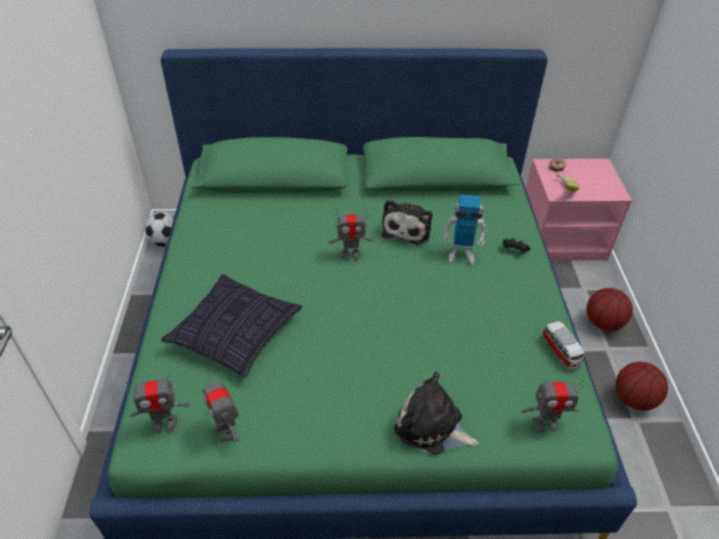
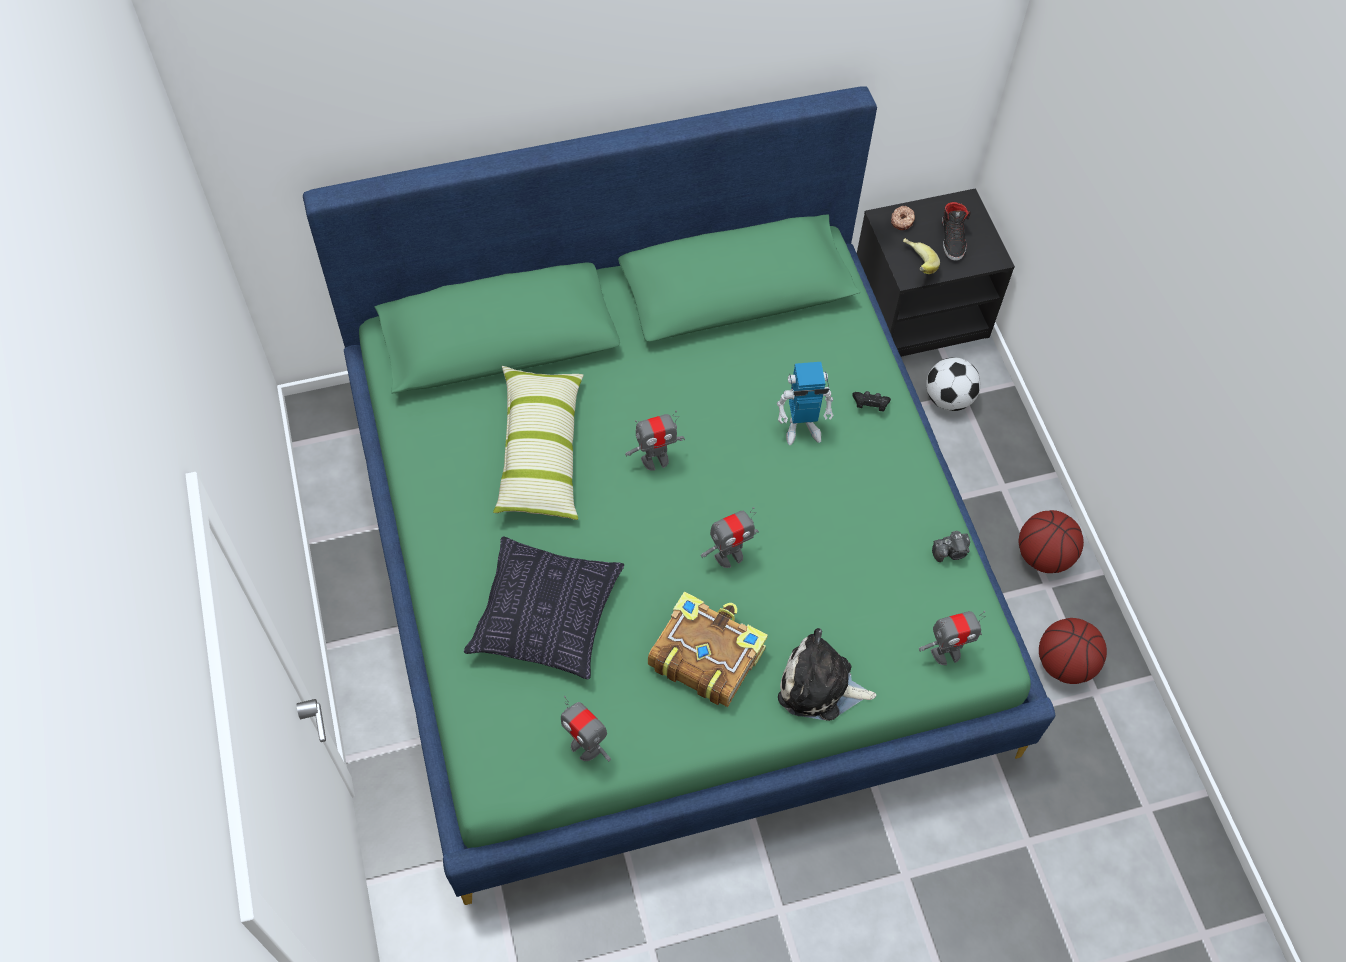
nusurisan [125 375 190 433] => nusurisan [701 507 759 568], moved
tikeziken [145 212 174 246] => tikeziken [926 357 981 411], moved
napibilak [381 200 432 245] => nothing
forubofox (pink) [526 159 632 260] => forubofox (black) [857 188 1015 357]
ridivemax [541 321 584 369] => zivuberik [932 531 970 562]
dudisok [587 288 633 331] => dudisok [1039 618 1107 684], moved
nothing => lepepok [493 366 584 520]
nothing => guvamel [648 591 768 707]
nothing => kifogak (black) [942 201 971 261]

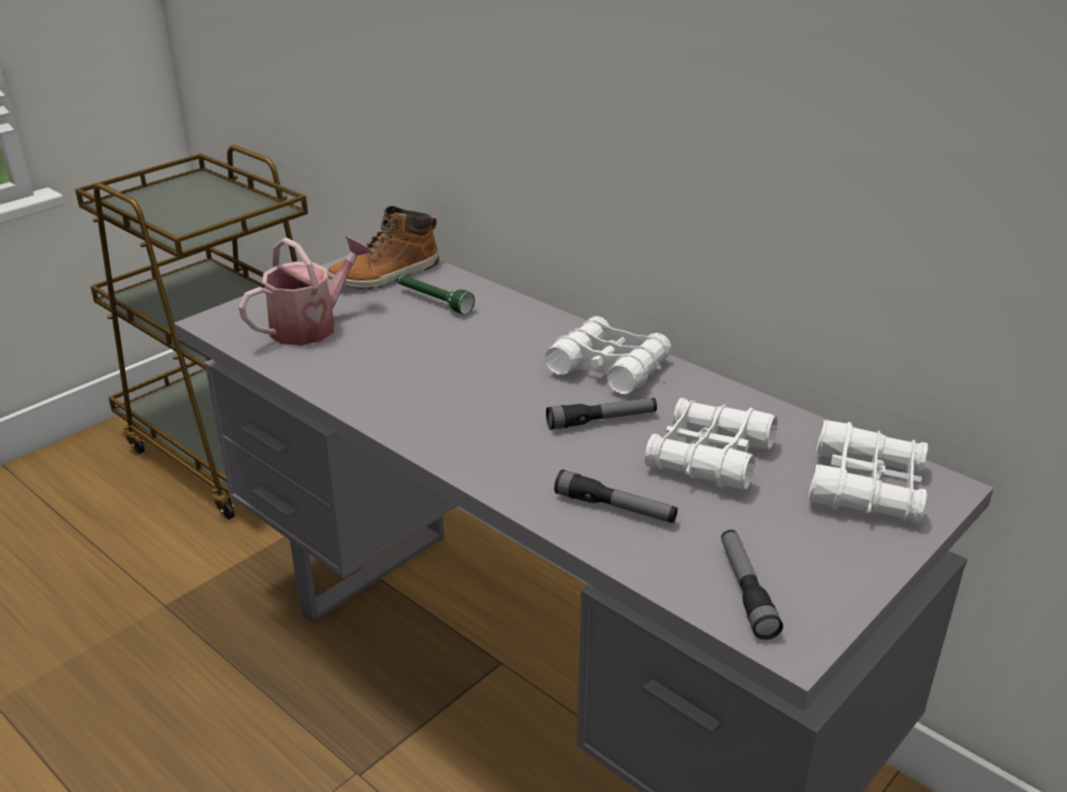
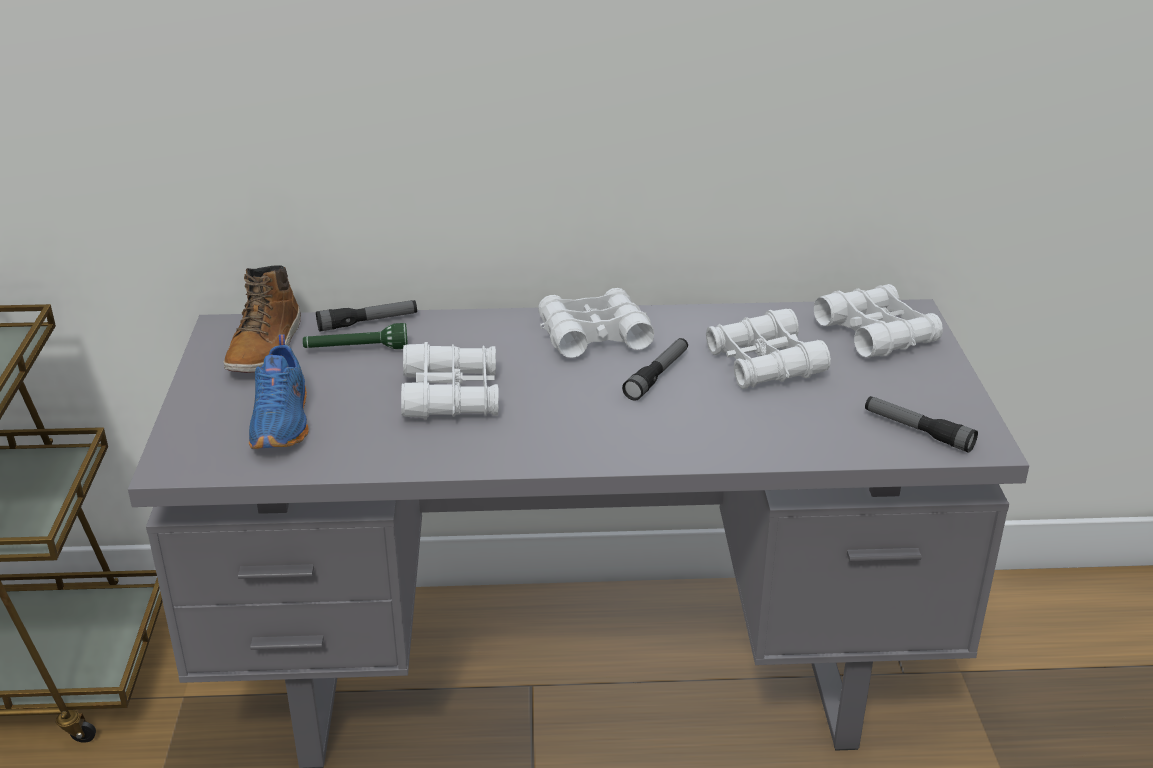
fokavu [239 236 372 345] => kifogak (blue) [249 334 309 449]
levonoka [554 470 678 523] => levonoka [316 300 417 332], moved
nothing => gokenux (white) [401 342 499 419]

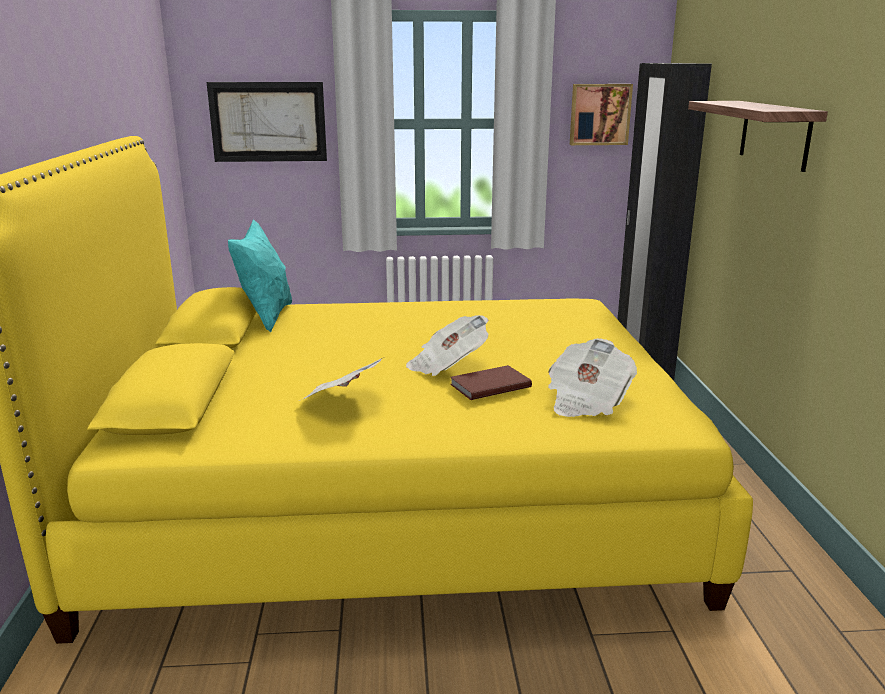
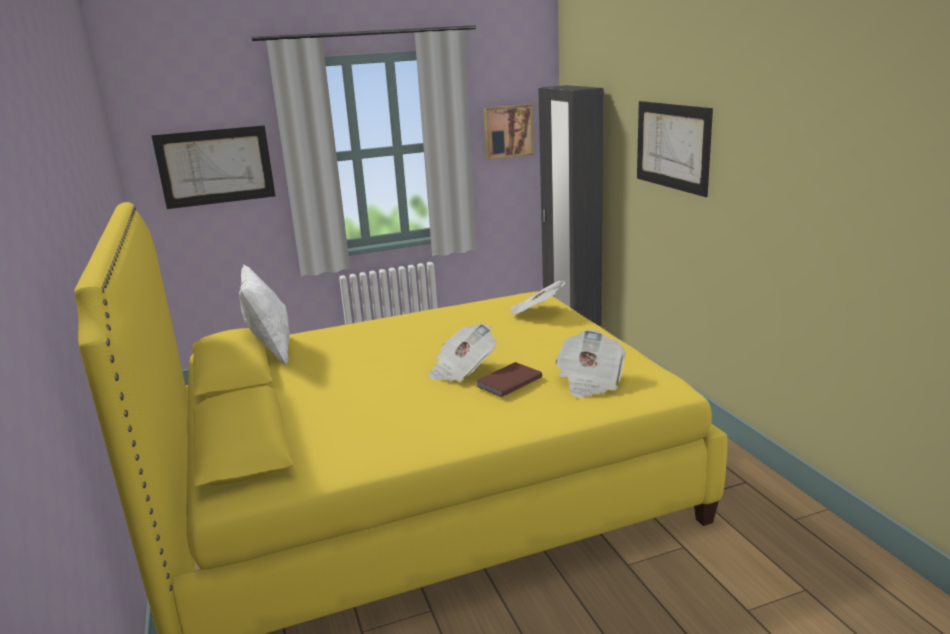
lepepok (turquoise) [228 219 292 332] => lepepok (white) [239 264 290 365]
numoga [299 357 385 401] => numoga [510 281 565 316], moved
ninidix [688 101 828 172] => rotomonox [637 101 713 197]

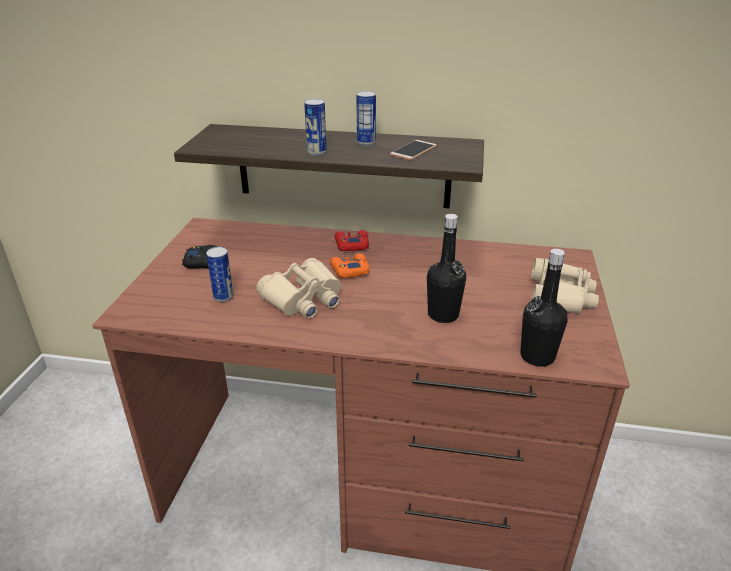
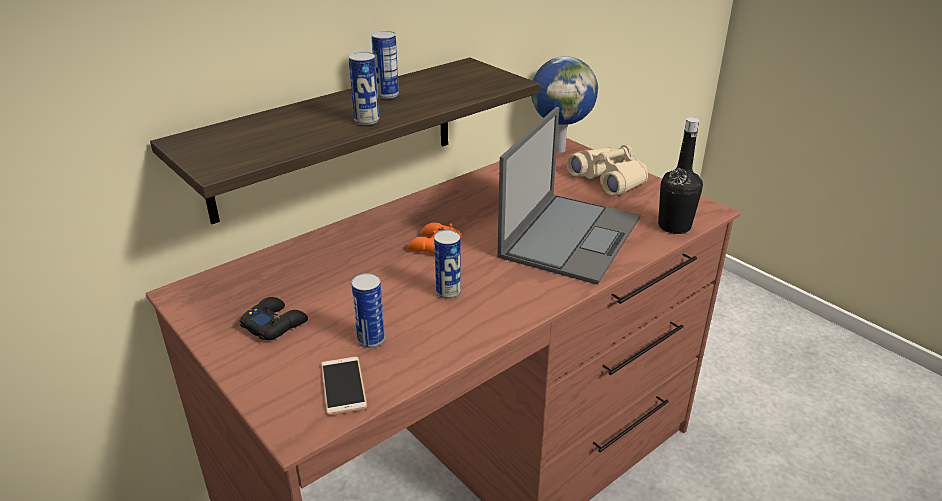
gokenux (beige) [256 258 341 318] => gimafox [434 230 461 299]
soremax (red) [335 230 369 251] => nothing
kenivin [390 140 437 160] => kenivin [321 356 367 416], moved
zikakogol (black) [427 214 466 323] => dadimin [497 107 640 285]
nothing => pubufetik [531 56 598 153]

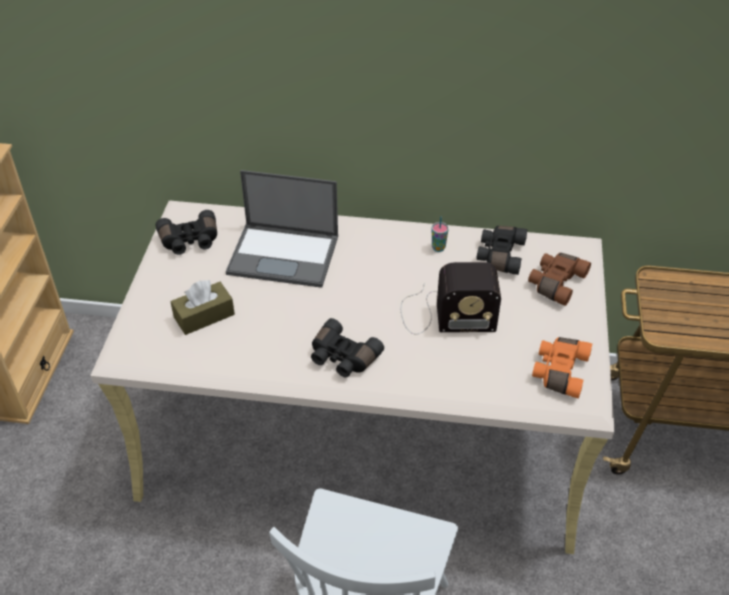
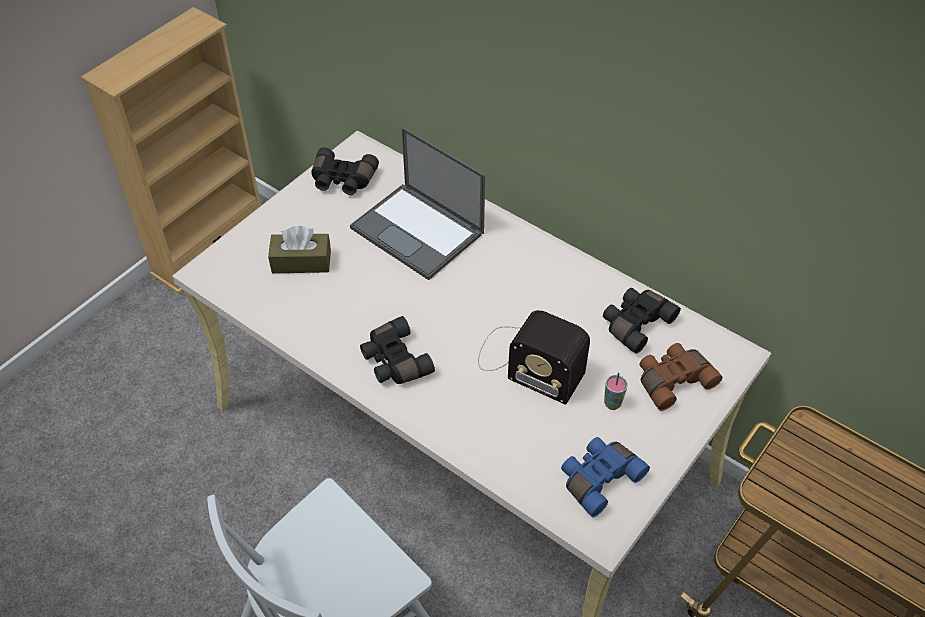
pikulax [432 217 449 252] => pikulax [604 373 628 410], moved
gokenux (orange) [532 337 592 398] => gokenux (blue) [561 437 650 517]

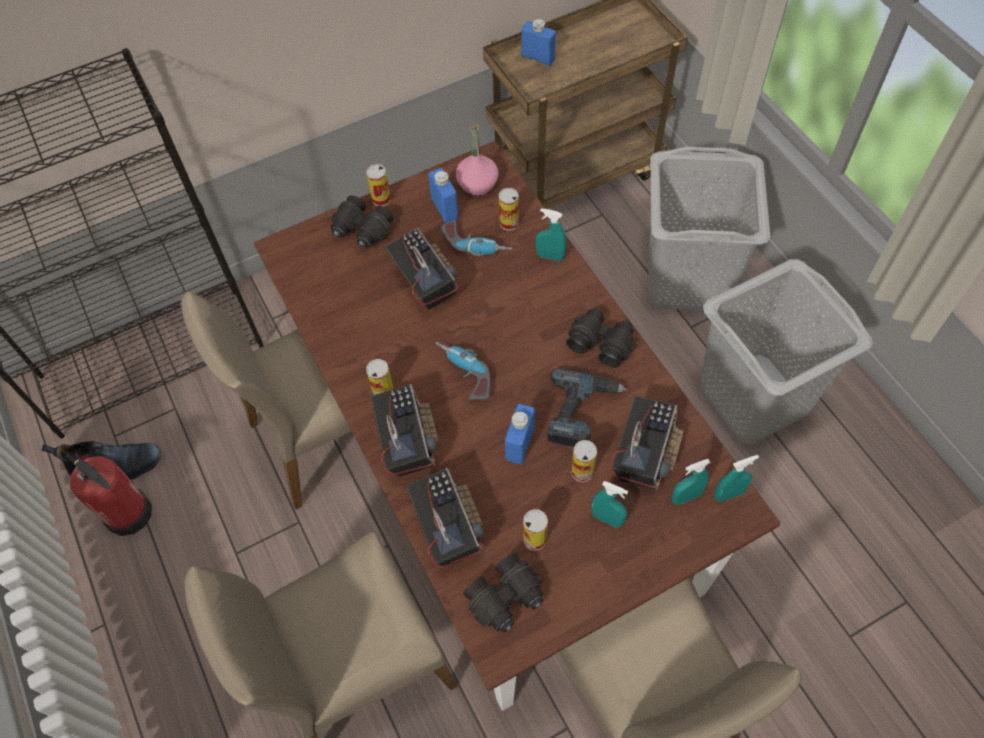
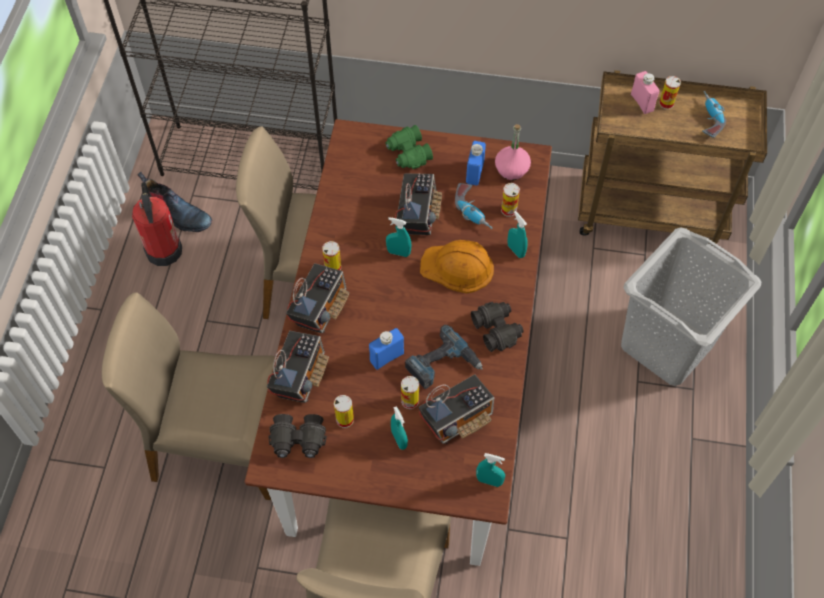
gokenux (black) [331 195 394 248] => gokenux (green) [385 125 433 169]
gimafox [366 164 391 206] => gimafox [659 76 681 109], moved
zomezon [436 342 490 400] => zomezon [702 91 726 138], moved
zikakogol (blue) [521 19 556 66] => zikakogol (pink) [631 71 660 114]
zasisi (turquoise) [672 459 710 505] => zasisi (turquoise) [386 217 411 257], moved
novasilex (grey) [700 259 873 445] => nothing
nothing => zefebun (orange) [420 240 494 293]

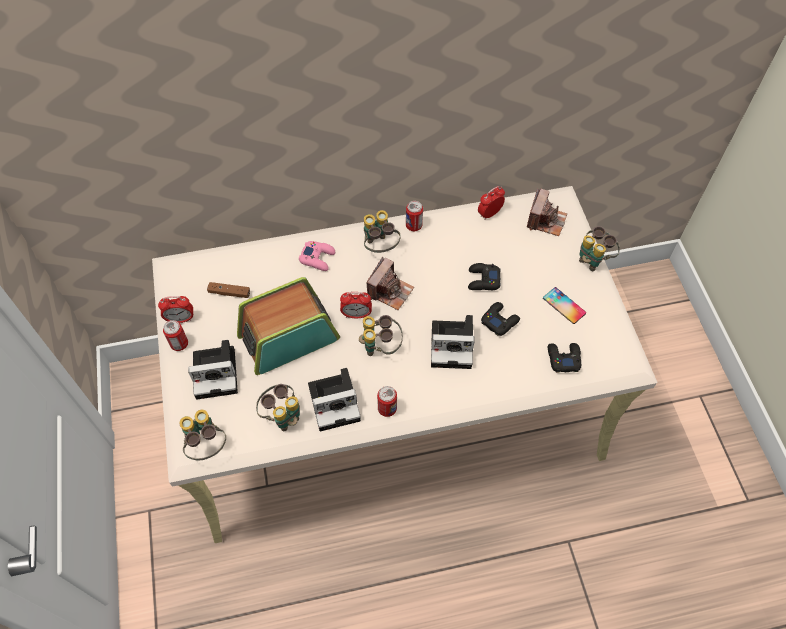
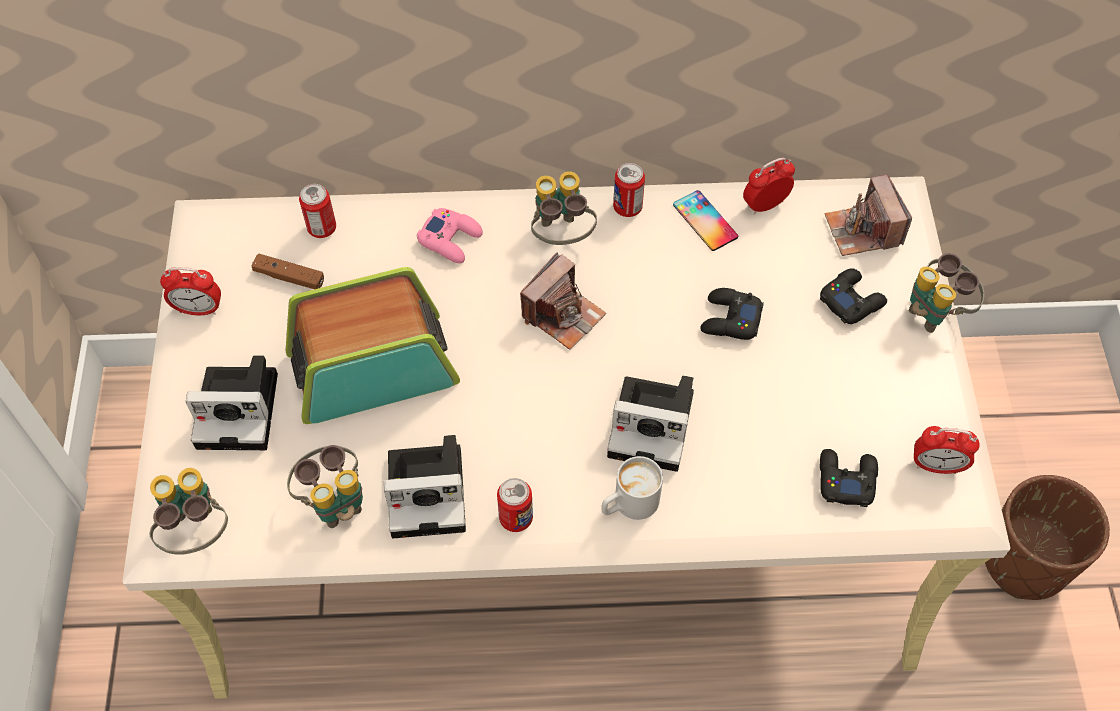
gimafox [163 320 188 351] => gimafox [299 184 336 238], moved
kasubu [340 292 372 318] => kasubu [914 426 980 474], moved
gokenux [359 315 403 356] => nothing
soremax (black) [481 302 520 336] => soremax (black) [820 268 887 324], moved
zivuberik [527 188 567 236] => zivuberik [825 174 912 256], 135 degrees clockwise
kenivin [543 287 586 324] => kenivin [673 190 738 251], moved
nothing => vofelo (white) [601 456 663 520]
nothing => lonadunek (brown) [985 475 1110 600]

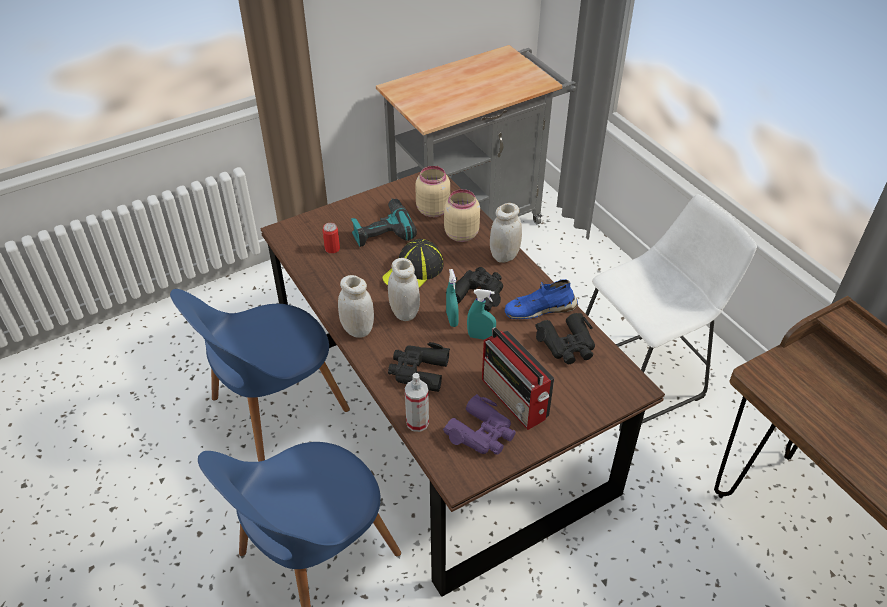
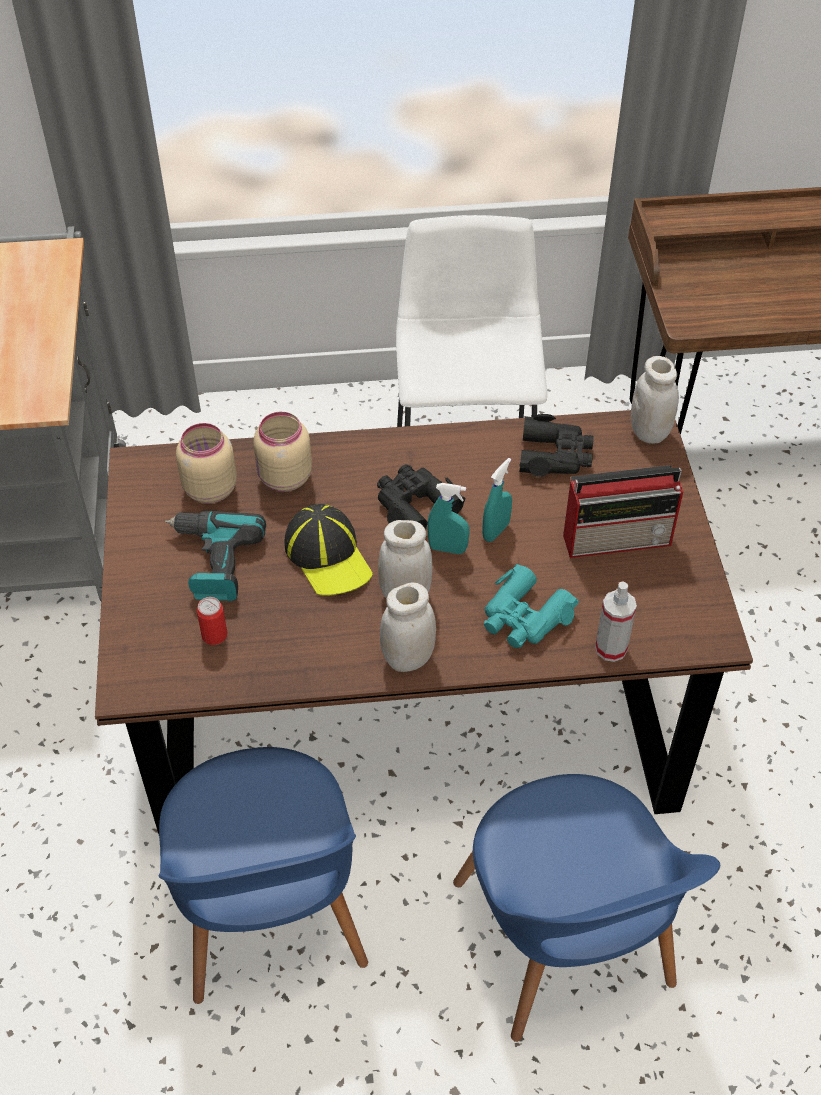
gokenux (black) [388 342 450 392] => gokenux (turquoise) [484 564 579 648]
gokenux (purple) [443 394 516 455] => nothing
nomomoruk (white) [490 203 522 263] => nomomoruk (white) [631 356 679 444], moved
kifogak (blue) [504 279 578 319] => nothing

